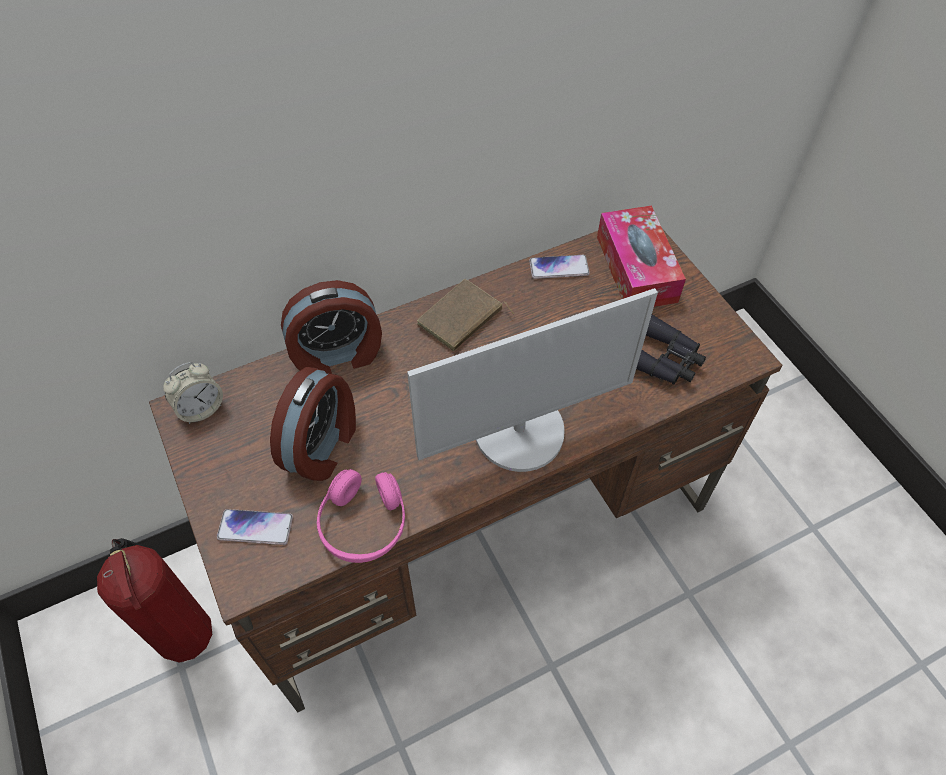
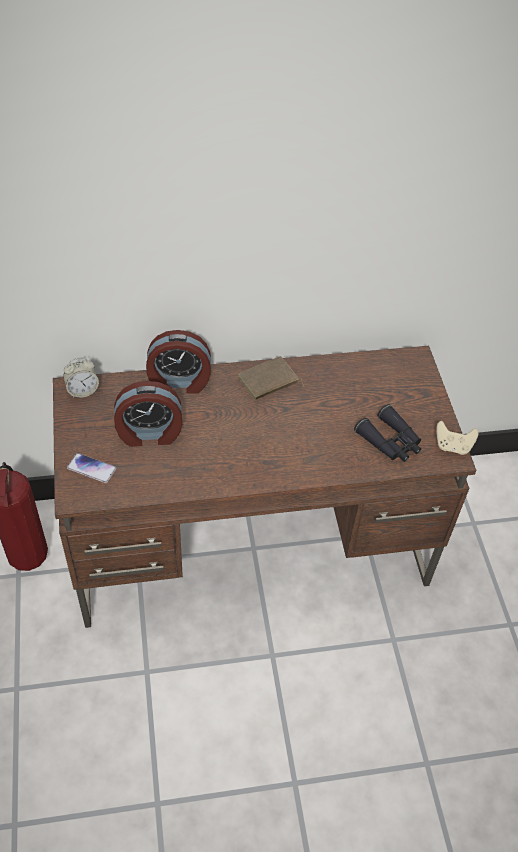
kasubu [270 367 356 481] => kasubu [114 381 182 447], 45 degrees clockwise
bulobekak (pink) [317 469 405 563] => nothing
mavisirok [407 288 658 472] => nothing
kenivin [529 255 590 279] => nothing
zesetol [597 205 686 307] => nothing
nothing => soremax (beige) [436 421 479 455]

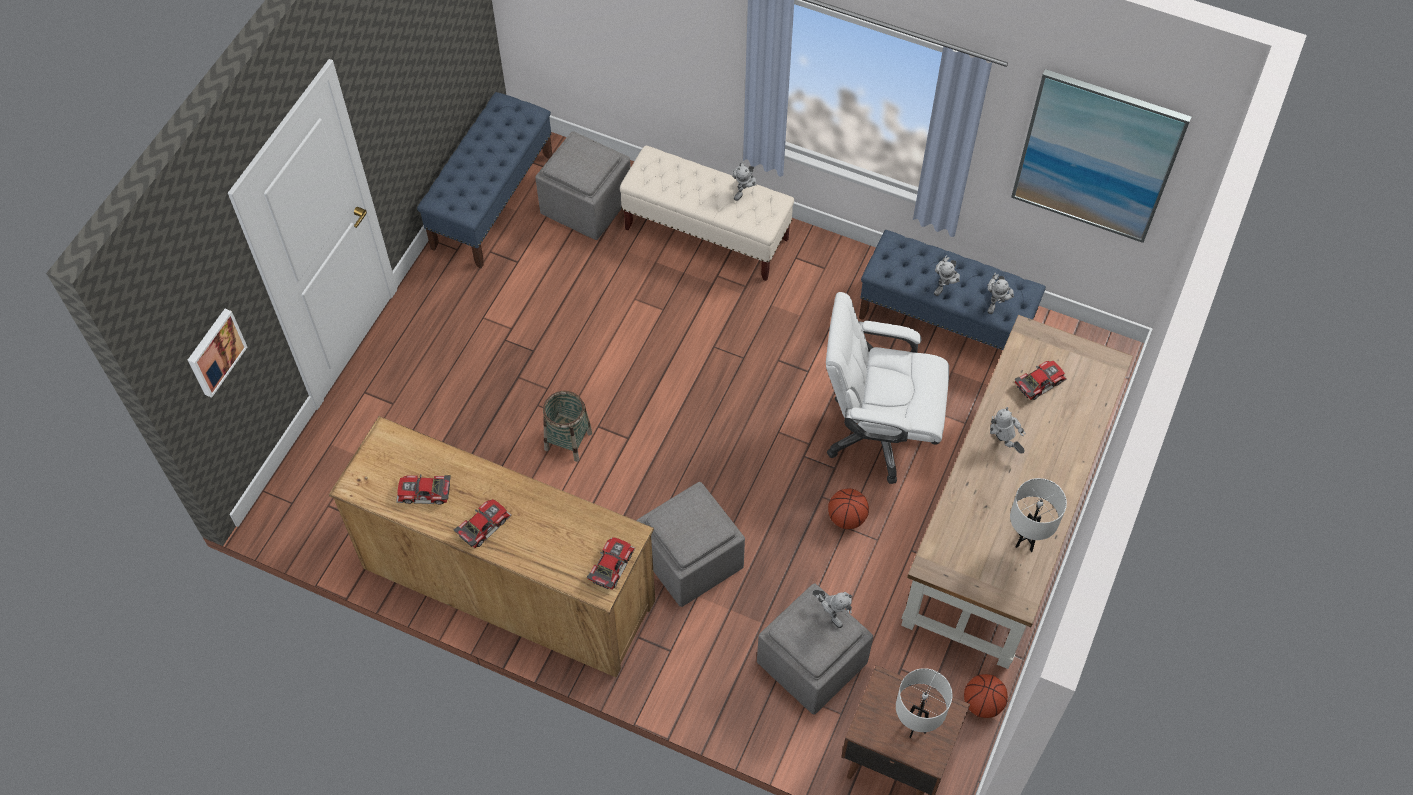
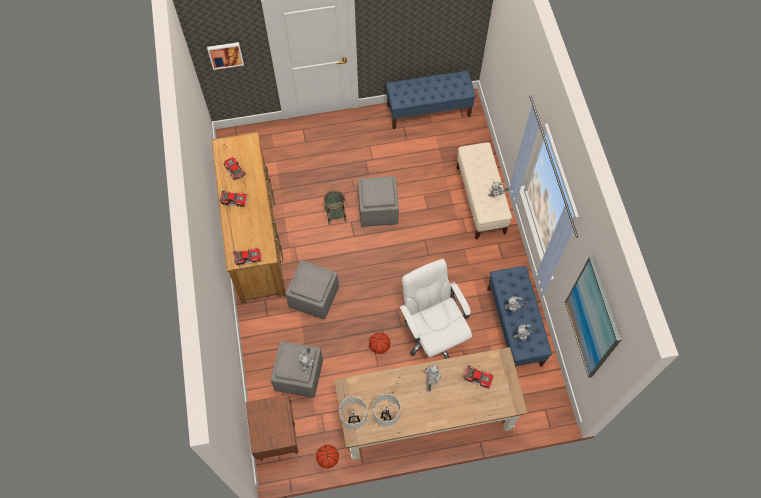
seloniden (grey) [535 131 631 240] => seloniden (grey) [358 176 399 227], moved
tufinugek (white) [896 668 952 738] => tufinugek (white) [339 397 367 430], moved

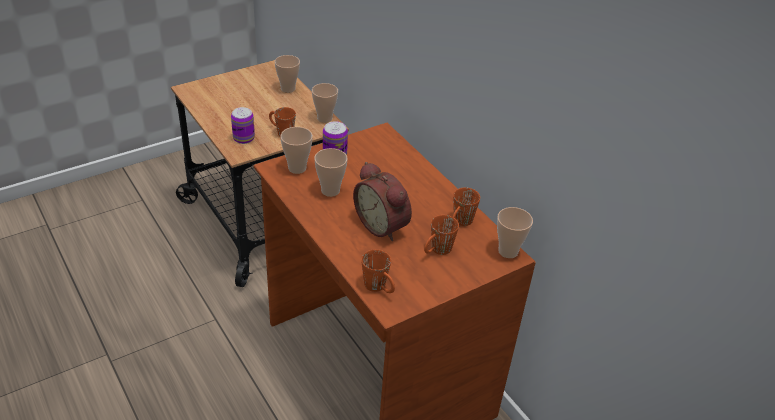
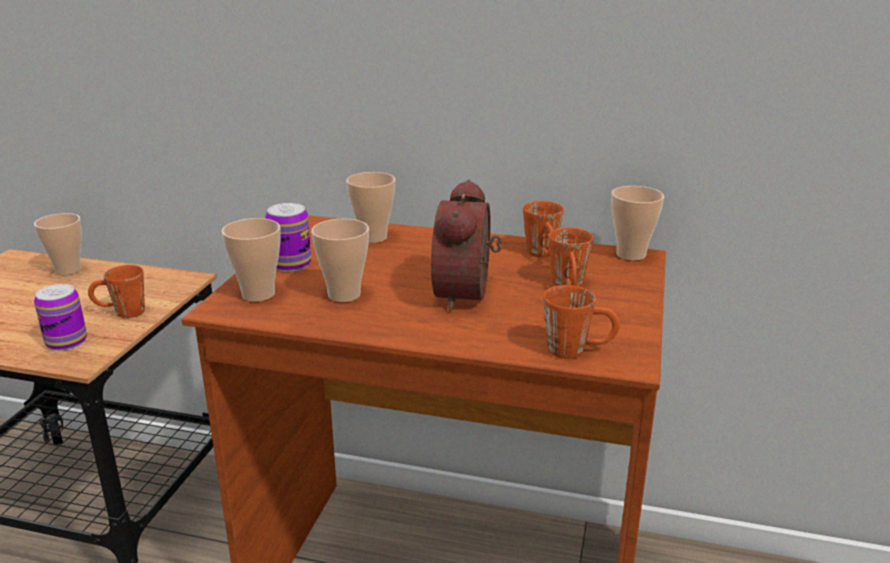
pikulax [312 83 338 123] => pikulax [346 172 395 243], moved
kasubu [353 162 412 241] => kasubu [431 179 502 312], 90 degrees clockwise

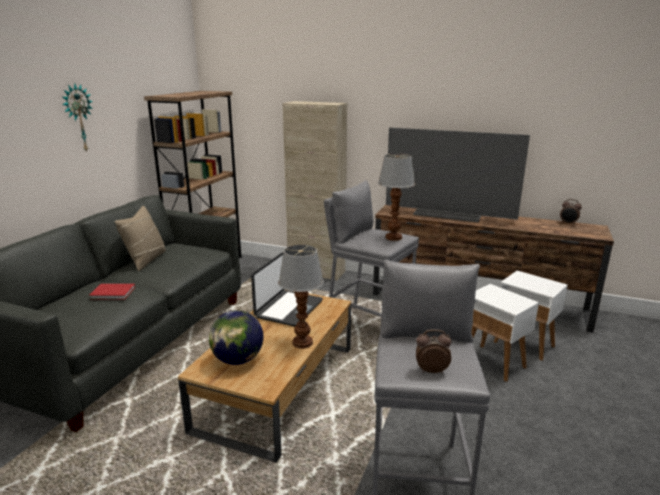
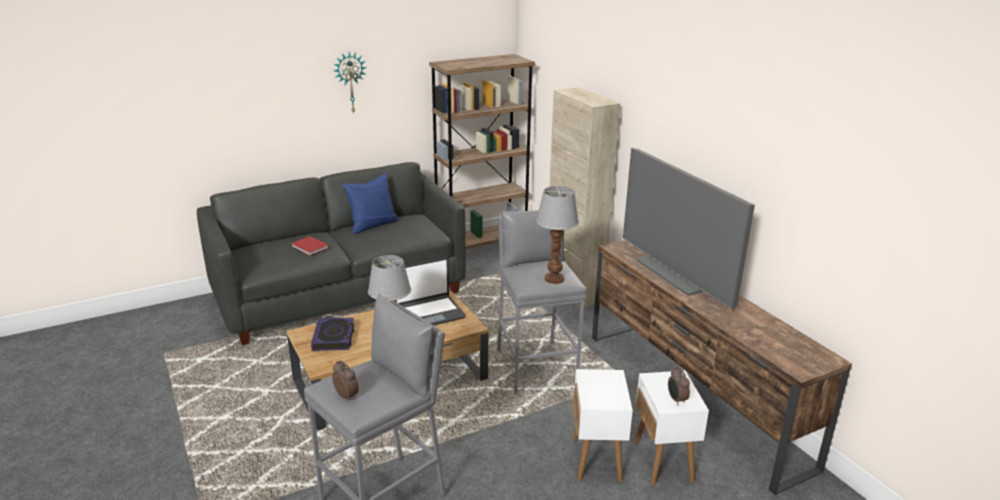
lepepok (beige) [114 206 166 271] => lepepok (blue) [342 173 399 234]
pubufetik [209 310 263 365] => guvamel [311 318 354 351]
kasubu [560 199 582 225] => kasubu [668 367 690 405], moved

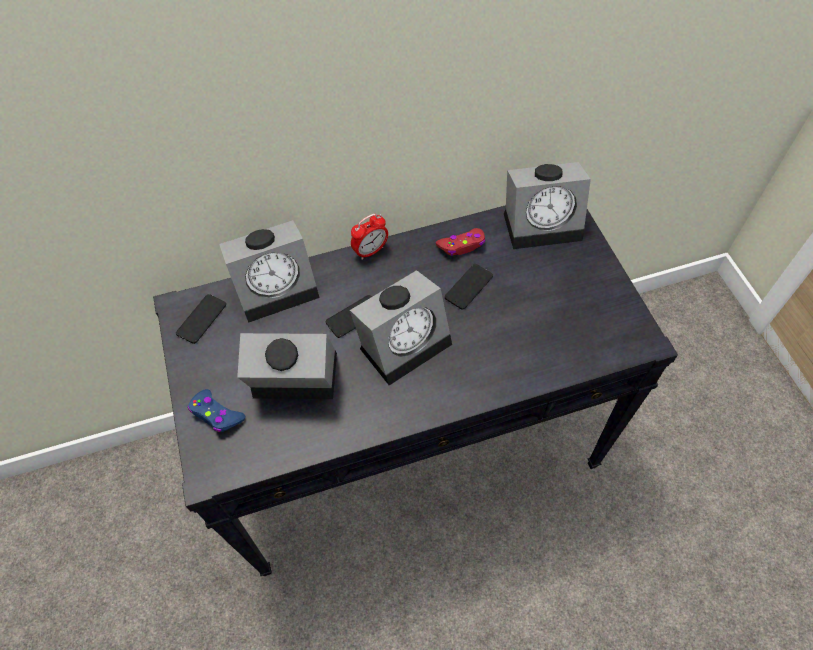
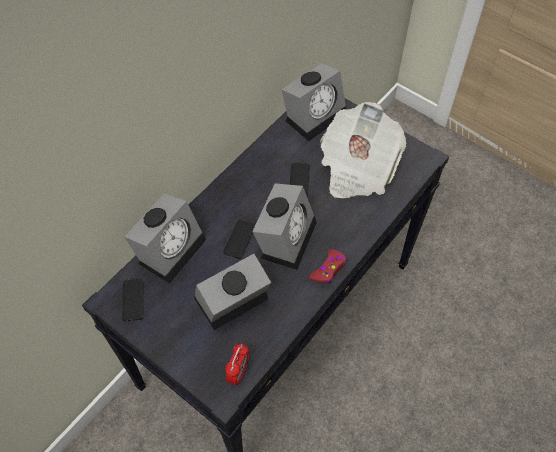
soremax (blue) [188 389 245 432] => nothing
kasubu [351 214 388 260] => kasubu [225 344 250 385], moved
soremax (red) [436 228 485 256] => soremax (red) [309 249 347 283], moved
nothing => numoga [320 102 406 198]

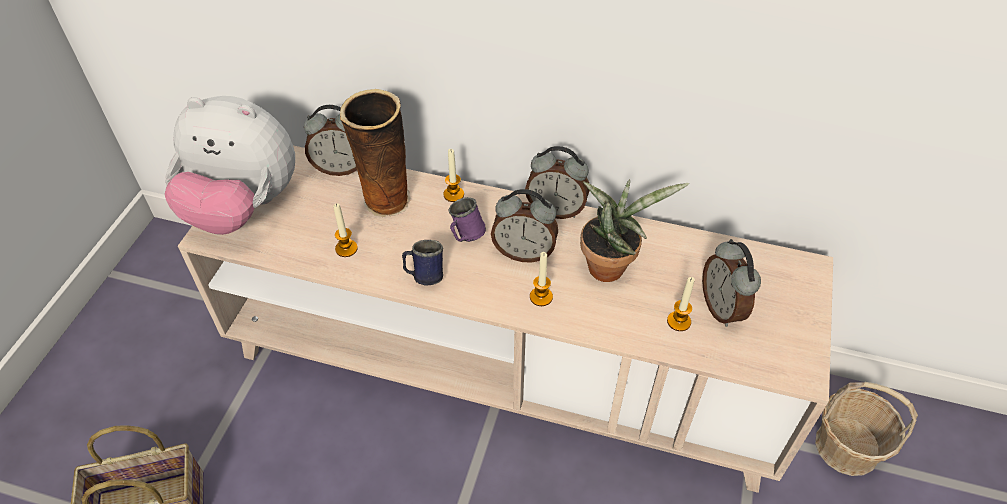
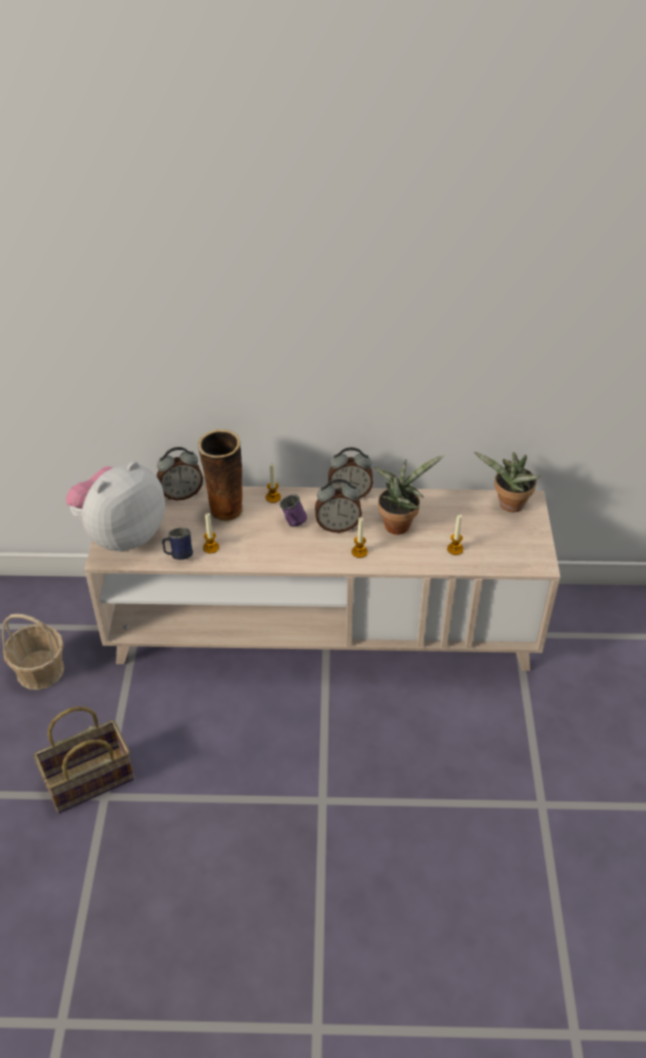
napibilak [164 96 295 235] => napibilak [66 461 165 552], 135 degrees clockwise
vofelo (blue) [402 240 443 286] => vofelo (blue) [162 528 193 560], moved
kasubu [702 239 761 327] => nothing
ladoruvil [815 382 918 476] => ladoruvil [2 614 64 690], moved
nothing => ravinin [474 452 541 512]

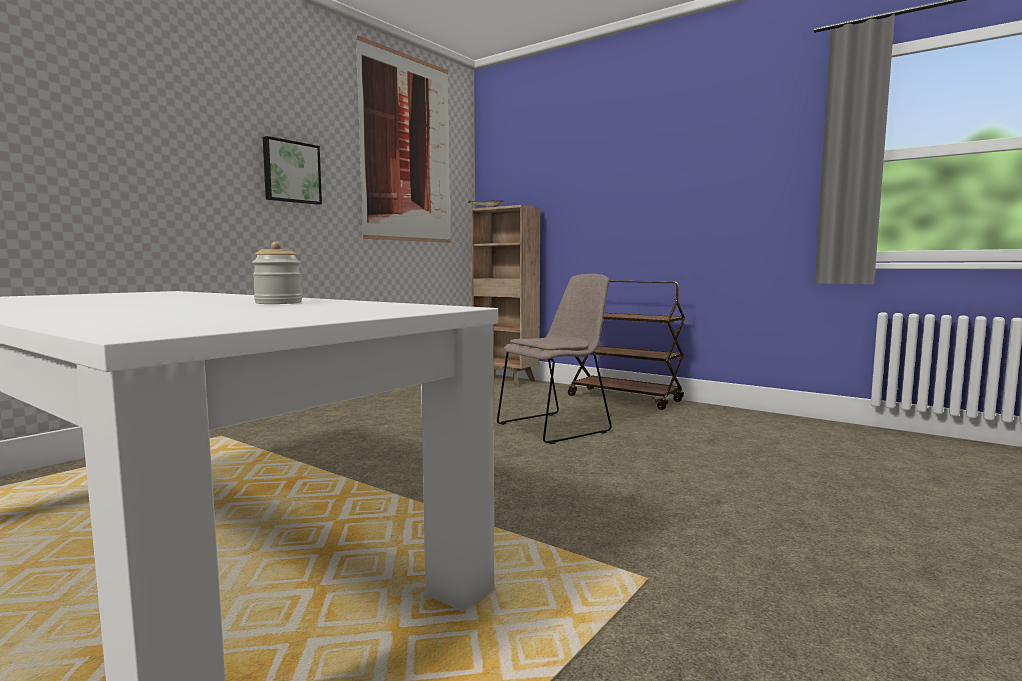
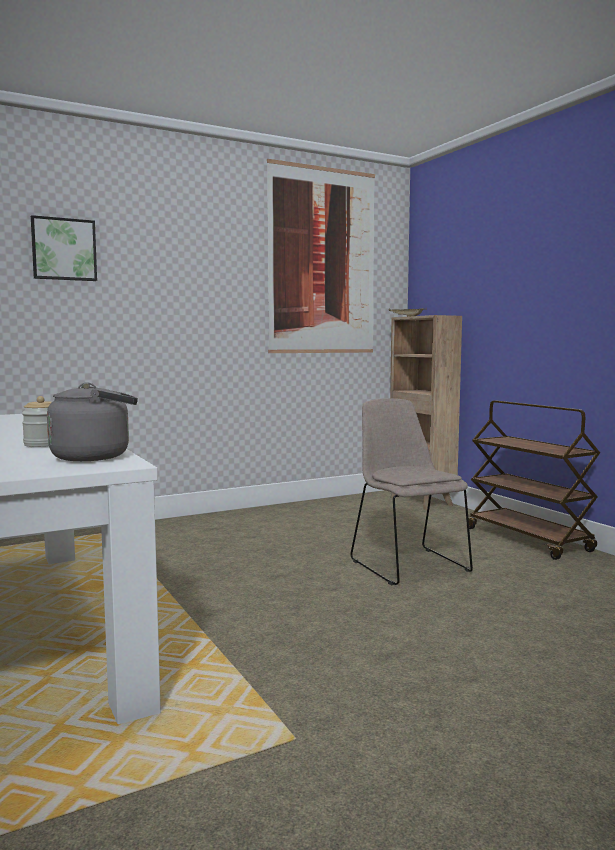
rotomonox [263 136 322 205] => rotomonox [31 215 97 281], moved
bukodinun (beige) [497 274 612 444] => bukodinun (beige) [350 398 473 585], 105 degrees counterclockwise
nothing => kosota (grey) [47 382 138 461]

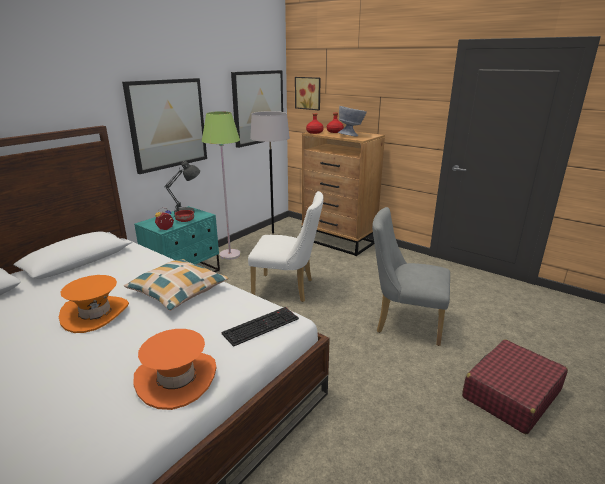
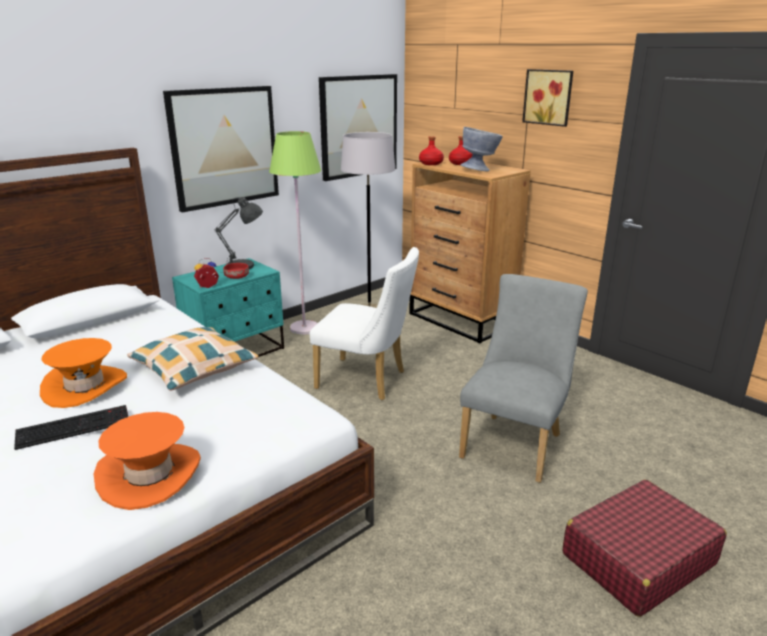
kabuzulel [221 307 299 347] => kabuzulel [14 405 128 450], moved
rotomonox [295 77 321 110] => rotomonox [522 69 573 127], moved
bukodinun (grey) [372 207 450 346] => bukodinun (grey) [459 274 588 483], 90 degrees clockwise

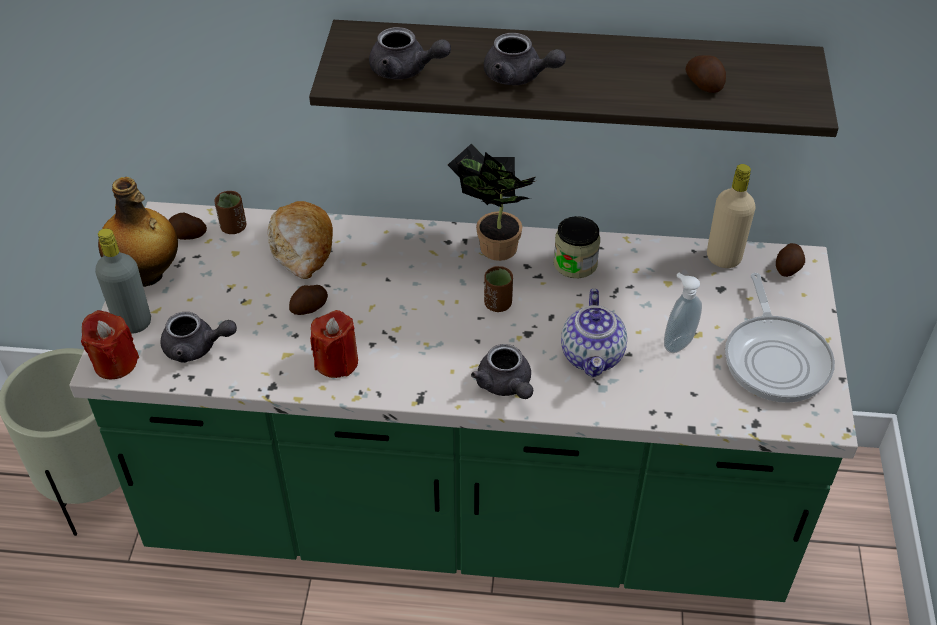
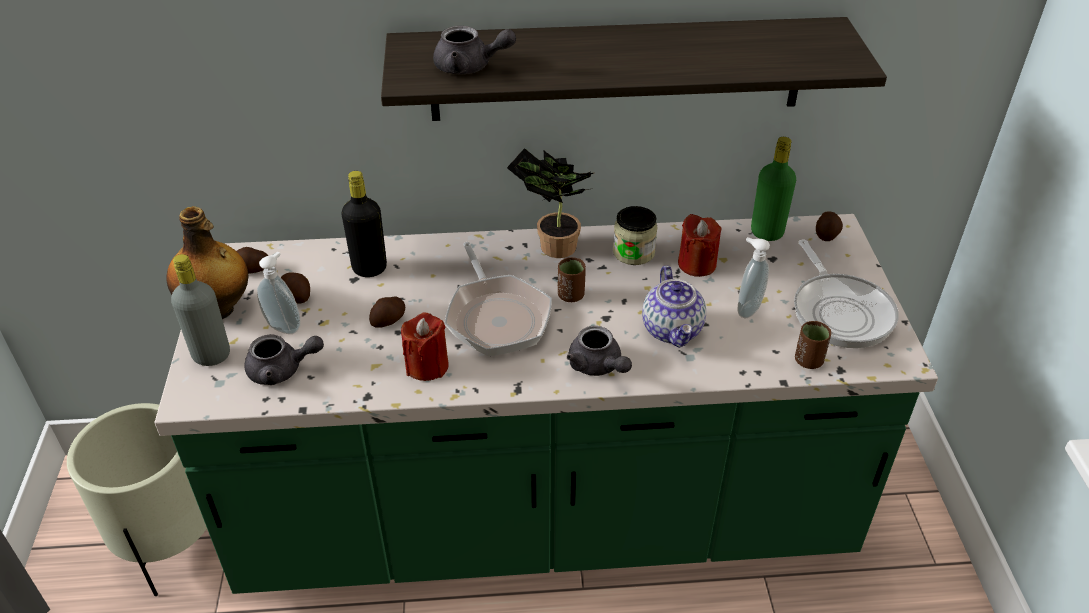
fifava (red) [81 310 139 379] => fifava (red) [678 214 722 277], moved
pikulax (brown) [214 191 246 234] => pikulax (brown) [795 321 831 369], moved
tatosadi [268 201 333 279] => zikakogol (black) [341 171 387 277]
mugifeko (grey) [484 33 566 85] => nothing
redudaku [686 55 726 93] => redudaku [281 272 310 303], moved
zikakogol (beige) [707 164 756 268] => zikakogol (green) [751 137 796 241]
nothing => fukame [257 252 301 334]
nothing => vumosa [444 242 552 356]

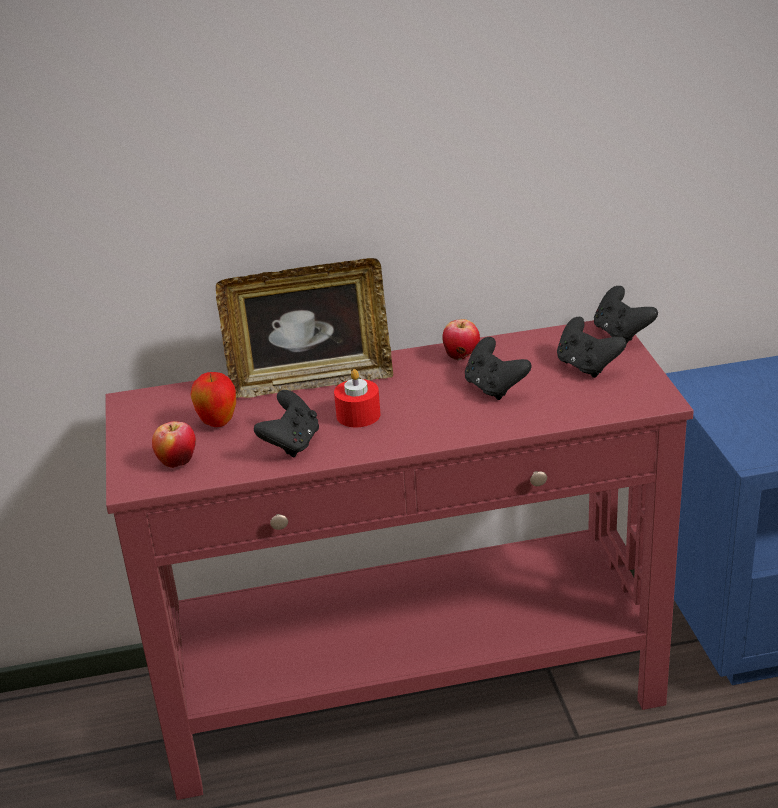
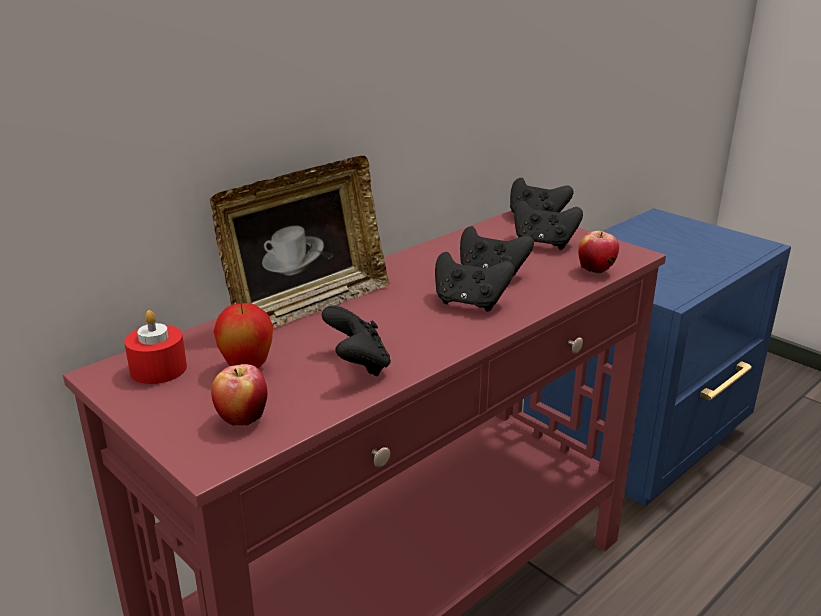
fifava (red) [334 369 381 427] => fifava (red) [124 310 187 384], moved
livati [442 319 480 360] => livati [578 231 619 274], moved
nothing => soremax (black) [435 252 515 311]

